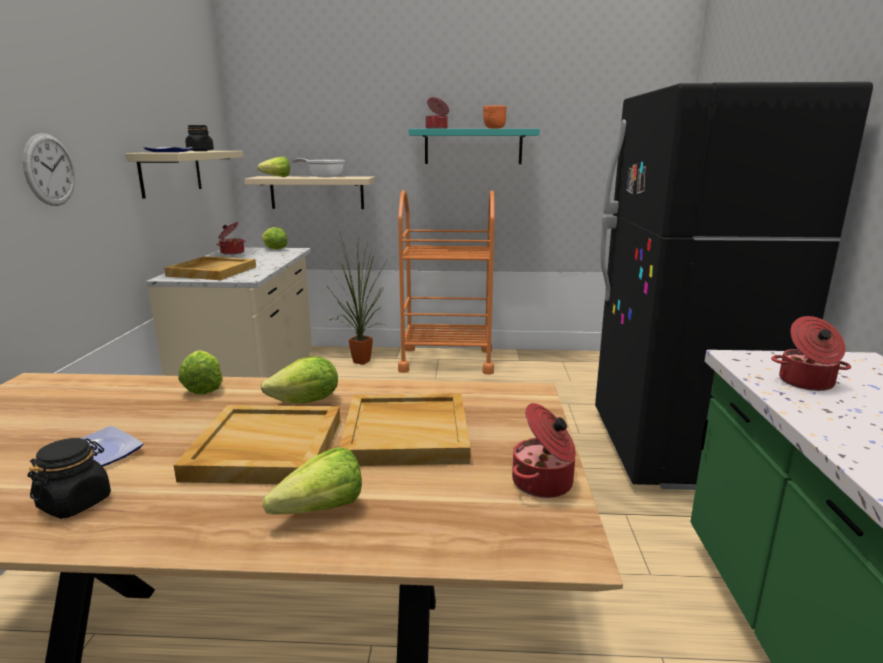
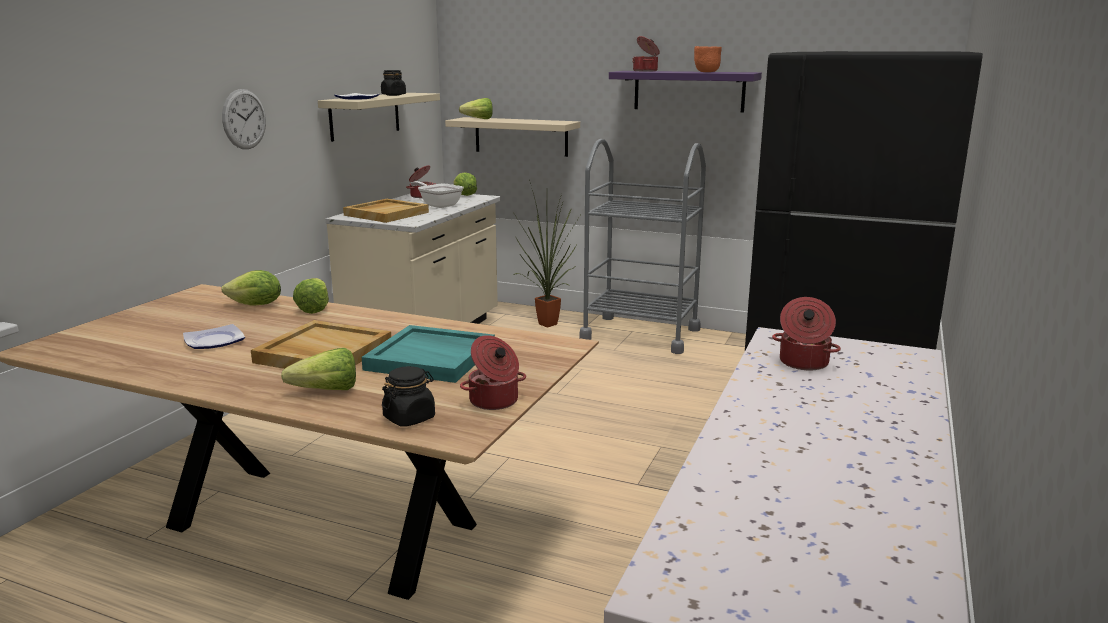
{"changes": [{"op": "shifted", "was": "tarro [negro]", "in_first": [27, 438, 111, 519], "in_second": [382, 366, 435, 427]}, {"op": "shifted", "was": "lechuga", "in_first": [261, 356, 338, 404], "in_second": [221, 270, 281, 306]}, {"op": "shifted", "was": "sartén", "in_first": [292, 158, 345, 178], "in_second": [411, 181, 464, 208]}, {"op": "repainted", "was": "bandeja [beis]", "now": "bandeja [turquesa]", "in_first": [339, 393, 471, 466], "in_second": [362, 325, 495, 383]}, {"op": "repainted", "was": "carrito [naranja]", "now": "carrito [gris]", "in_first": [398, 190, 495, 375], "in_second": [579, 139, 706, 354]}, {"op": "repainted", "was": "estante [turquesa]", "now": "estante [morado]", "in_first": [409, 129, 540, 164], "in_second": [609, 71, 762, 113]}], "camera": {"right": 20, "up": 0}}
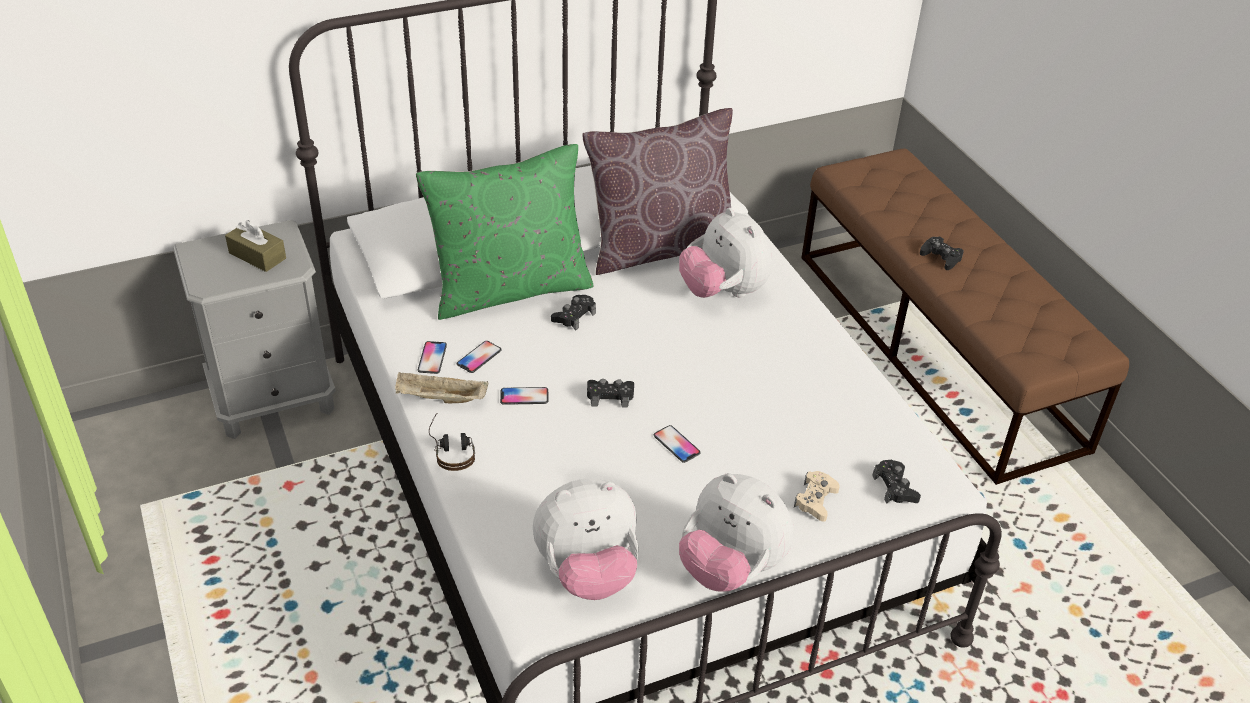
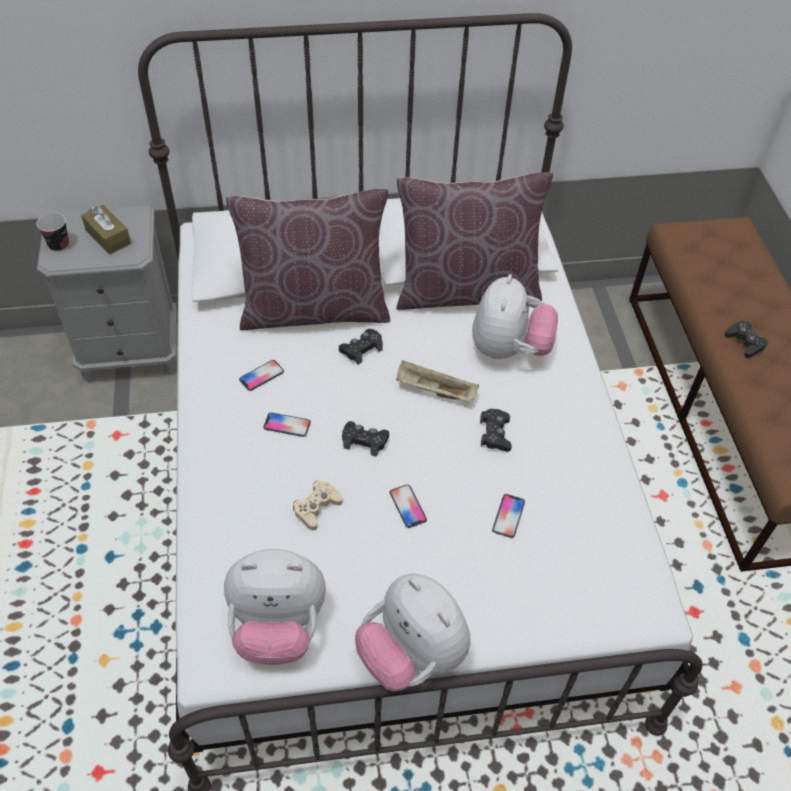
{"changes": [{"op": "gone", "was": "auriculares", "in_first": [429, 413, 475, 471]}, {"op": "new", "now": "taza", "in_second": [37, 212, 69, 252]}, {"op": "shifted", "was": "bandeja [beis]", "in_first": [395, 372, 488, 404], "in_second": [396, 360, 479, 401]}, {"op": "shifted", "was": "móvil", "in_first": [418, 341, 447, 374], "in_second": [492, 494, 525, 538]}, {"op": "shifted", "was": "mando de consola [beis]", "in_first": [794, 471, 840, 522], "in_second": [293, 480, 342, 530]}, {"op": "shifted", "was": "mando de consola [negro]", "in_first": [872, 460, 921, 504], "in_second": [480, 409, 512, 452]}, {"op": "repainted", "was": "cojín [verde]", "now": "cojín [marrón]", "in_first": [416, 144, 594, 320], "in_second": [226, 189, 390, 330]}, {"op": "rotated", "was": "peluche", "in_first": [679, 208, 772, 298], "in_second": [472, 274, 558, 359], "clockwise": -150}], "camera": {"right": 15, "up": 10}}
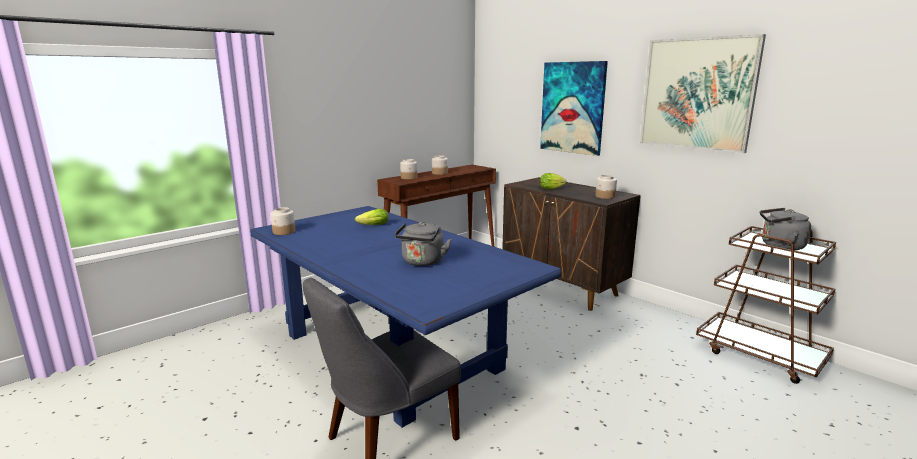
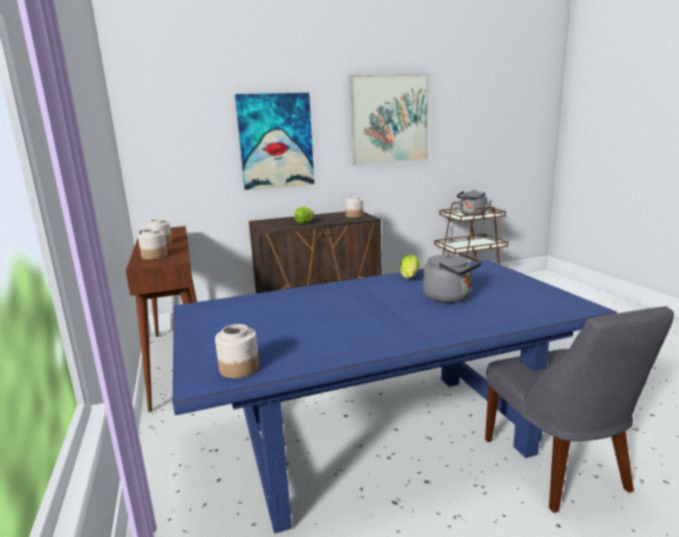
{"changes": [{"op": "shifted", "was": "lechuga", "in_first": [355, 209, 389, 225], "in_second": [400, 254, 420, 278]}], "camera": {"right": -65, "up": 0}}
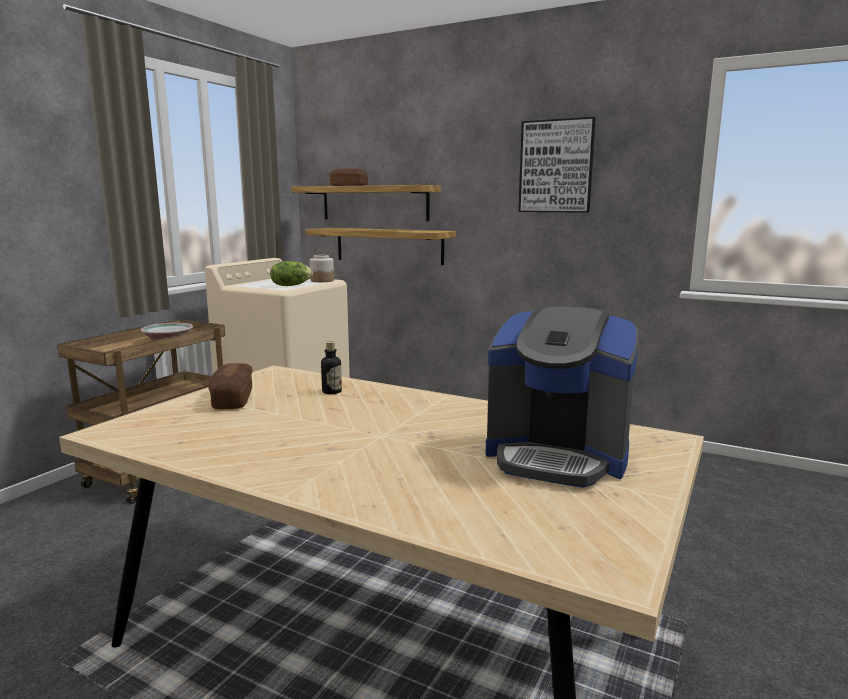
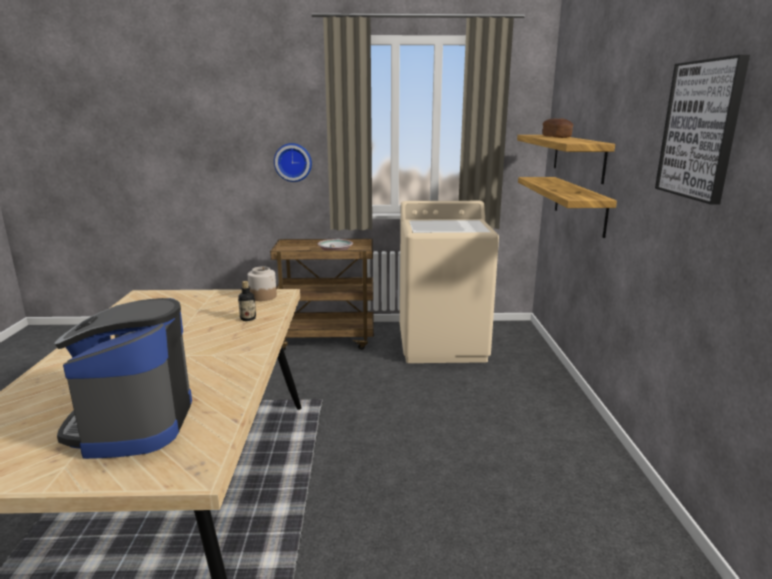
{"changes": [{"op": "gone", "was": "pan", "in_first": [208, 363, 253, 409]}, {"op": "gone", "was": "lechuga", "in_first": [270, 261, 313, 286]}, {"op": "new", "now": "reloj de pared", "in_second": [274, 143, 312, 182]}, {"op": "shifted", "was": "tarro", "in_first": [310, 255, 334, 282], "in_second": [248, 266, 277, 301]}], "camera": {"right": 60, "up": 5}}
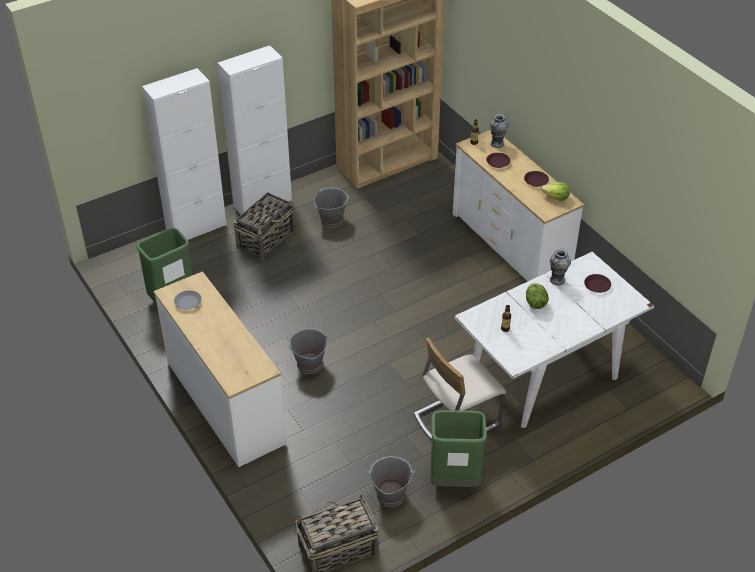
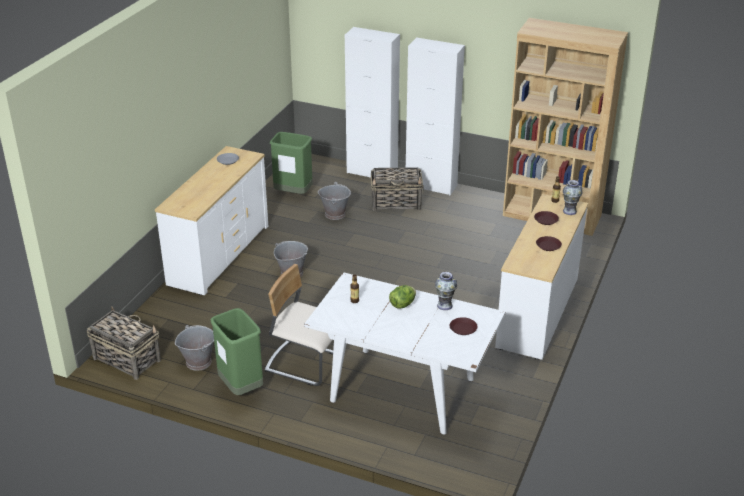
{"changes": [{"op": "gone", "was": "lechuga", "in_first": [541, 182, 570, 201]}, {"op": "shifted", "was": "cubo [gris]", "in_first": [314, 188, 349, 228], "in_second": [318, 182, 351, 220]}], "camera": {"right": 55, "up": -10}}
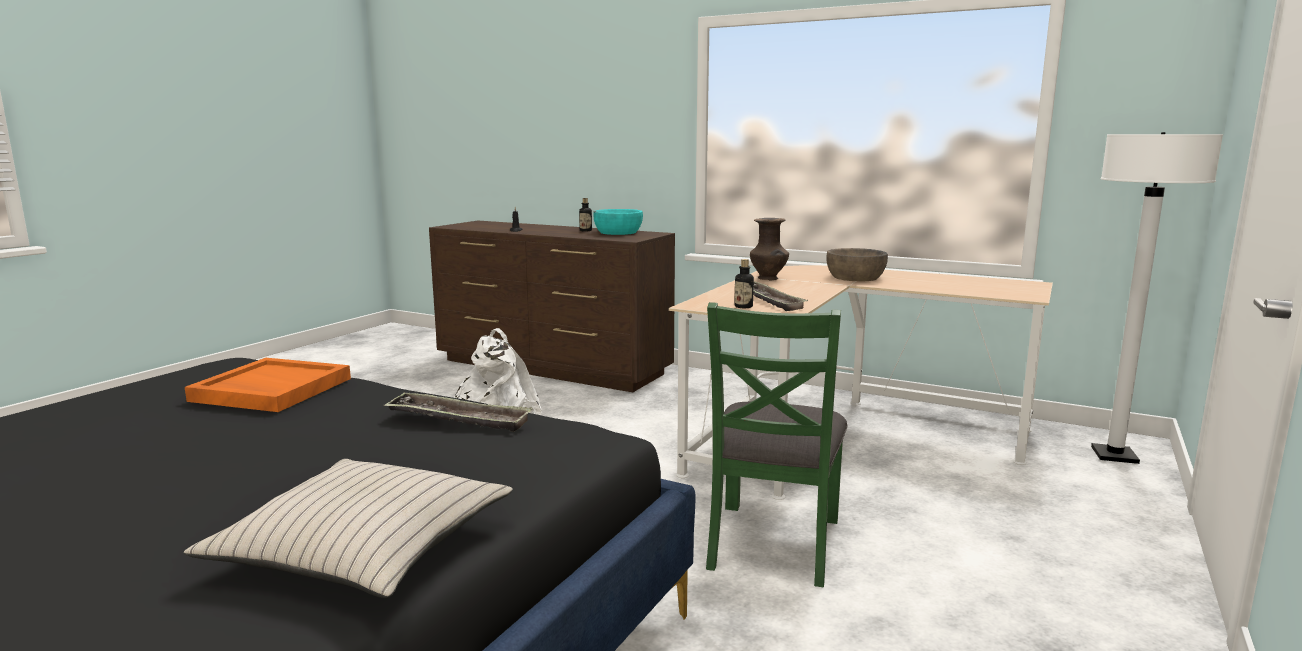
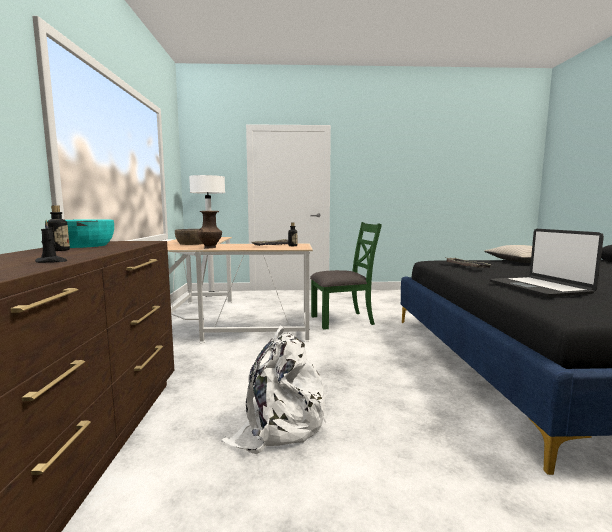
{"changes": [{"op": "swapped", "was": "bandeja [naranja]", "now": "portátil", "in_first": [185, 358, 351, 412], "in_second": [490, 229, 604, 297]}], "camera": {"right": -120, "up": -5}}
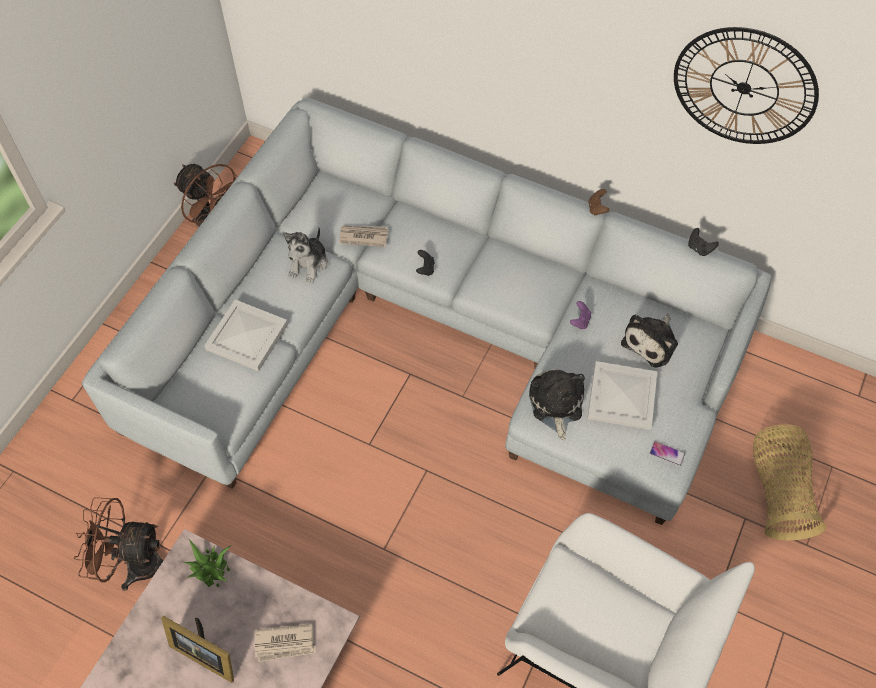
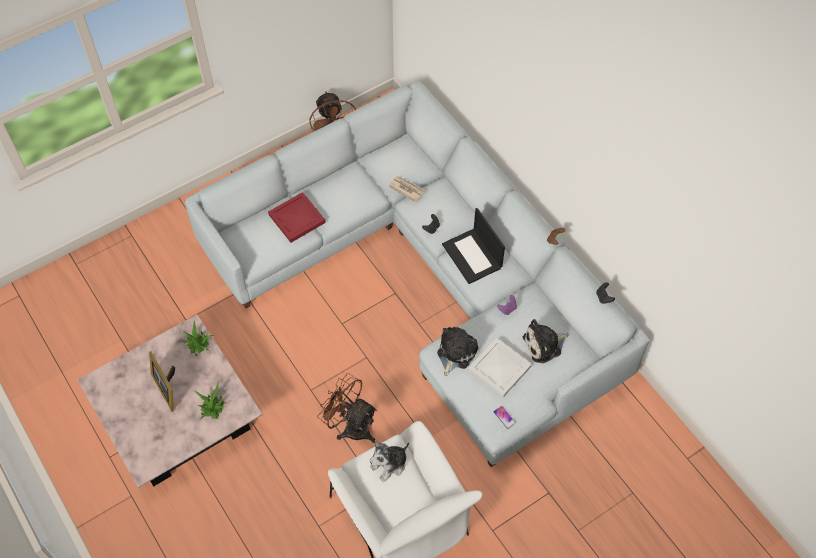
{"changes": [{"op": "gone", "was": "reloj de pared", "in_first": [674, 27, 819, 144]}, {"op": "gone", "was": "cesta", "in_first": [753, 424, 826, 540]}, {"op": "new", "now": "portátil", "in_second": [442, 208, 505, 284]}, {"op": "shifted", "was": "ventilador [marrón]", "in_first": [74, 497, 164, 591], "in_second": [317, 373, 377, 443]}, {"op": "shifted", "was": "peluche", "in_first": [283, 228, 328, 283], "in_second": [370, 440, 409, 482]}, {"op": "swapped", "was": "periódico", "now": "planta en maceta", "in_first": [255, 624, 316, 662], "in_second": [195, 381, 225, 420]}, {"op": "repainted", "was": "bandeja [blanco]", "now": "bandeja [rojo]", "in_first": [204, 300, 288, 371], "in_second": [268, 192, 326, 243]}], "camera": {"right": 30, "up": 0}}
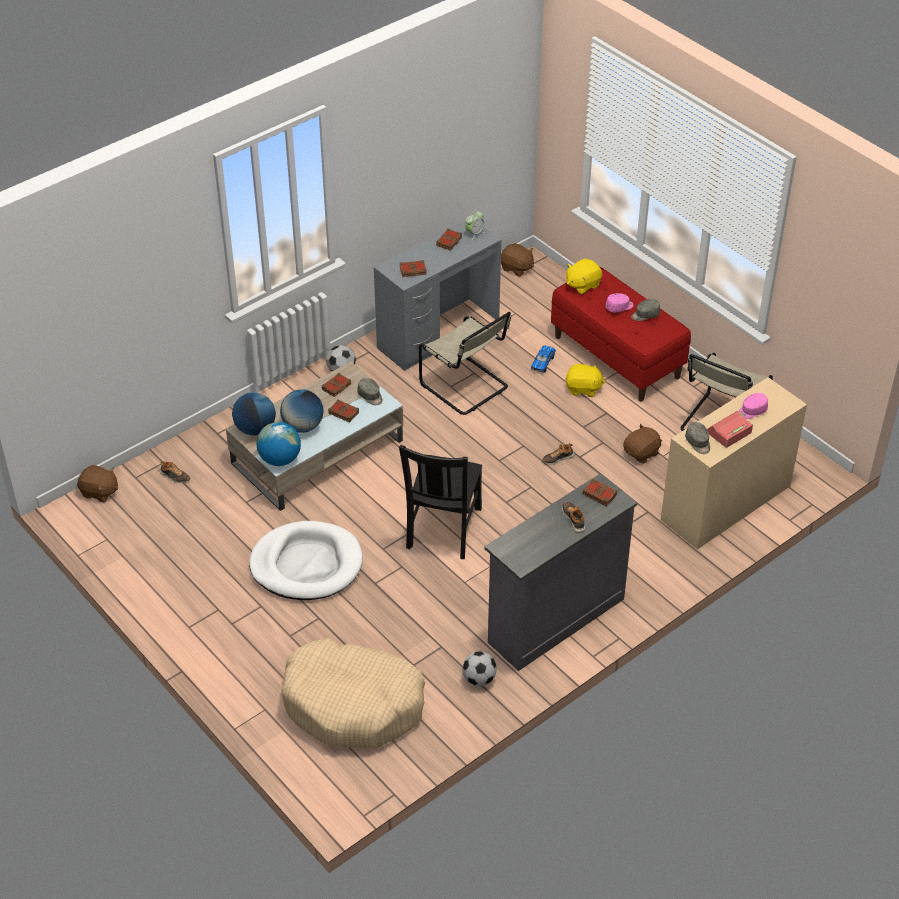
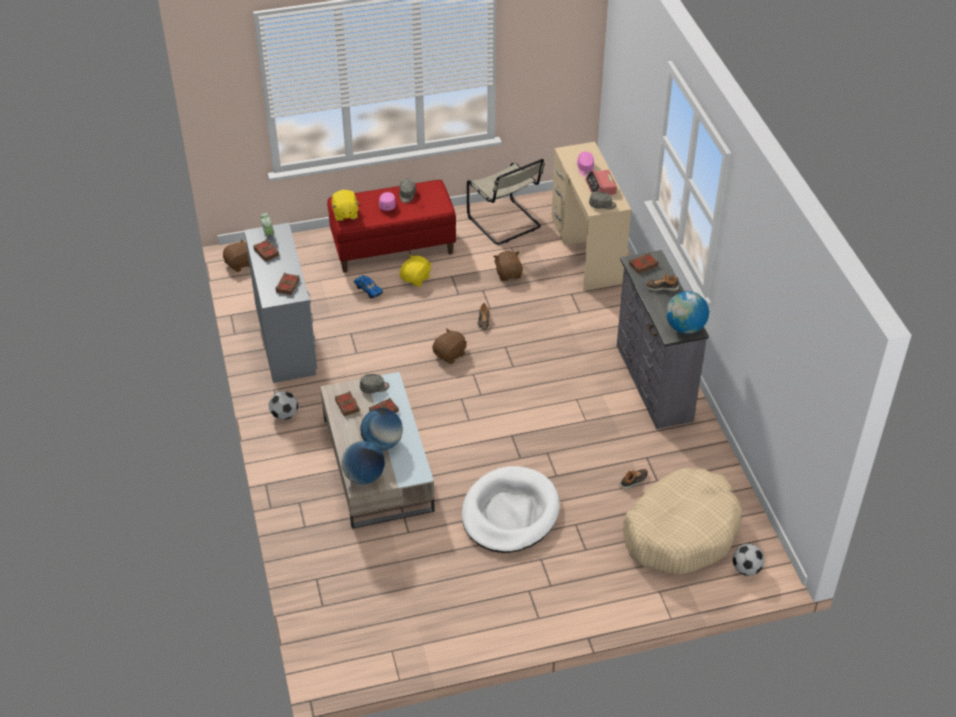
{"changes": [{"op": "gone", "was": "silla [negro]", "in_first": [399, 445, 482, 559]}, {"op": "gone", "was": "silla [beis]", "in_first": [419, 312, 511, 415]}, {"op": "shifted", "was": "peluche [marrón]", "in_first": [77, 465, 118, 503], "in_second": [432, 328, 467, 364]}, {"op": "shifted", "was": "zapato", "in_first": [160, 461, 190, 483], "in_second": [619, 469, 648, 489]}, {"op": "shifted", "was": "globo terráqueo", "in_first": [256, 422, 301, 466], "in_second": [666, 291, 709, 334]}, {"op": "shifted", "was": "balón de fútbol", "in_first": [462, 651, 497, 686], "in_second": [733, 544, 765, 576]}], "camera": {"right": -65, "up": 0}}
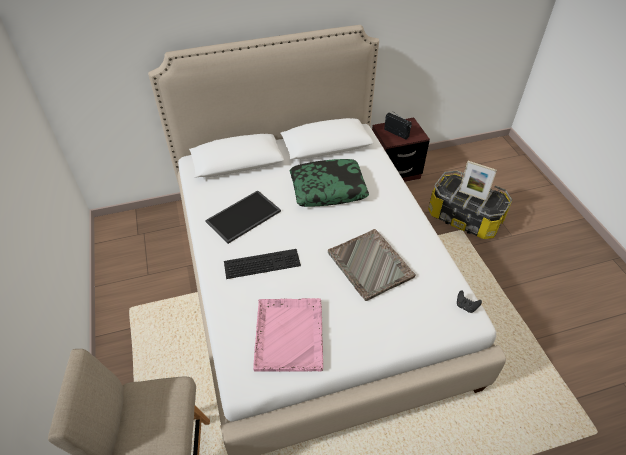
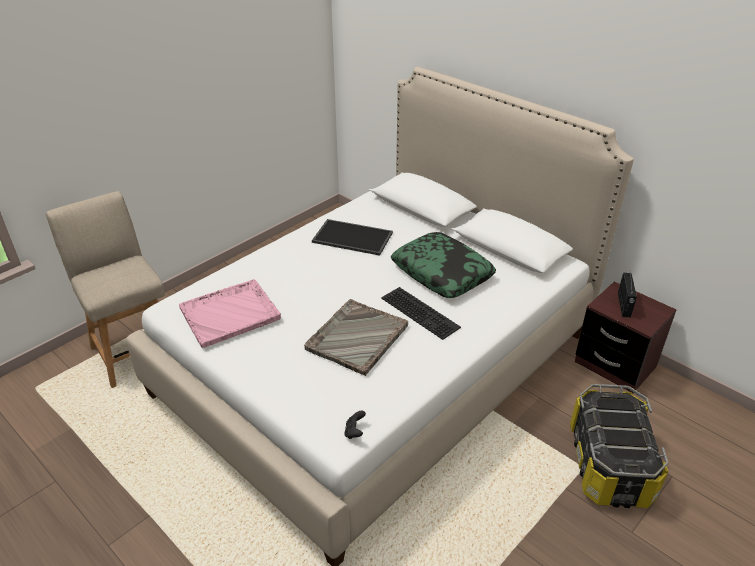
{"changes": [{"op": "gone", "was": "portarretratos", "in_first": [459, 161, 497, 201]}, {"op": "shifted", "was": "teclado", "in_first": [224, 249, 301, 279], "in_second": [381, 287, 461, 340]}], "camera": {"right": 60, "up": -10}}
